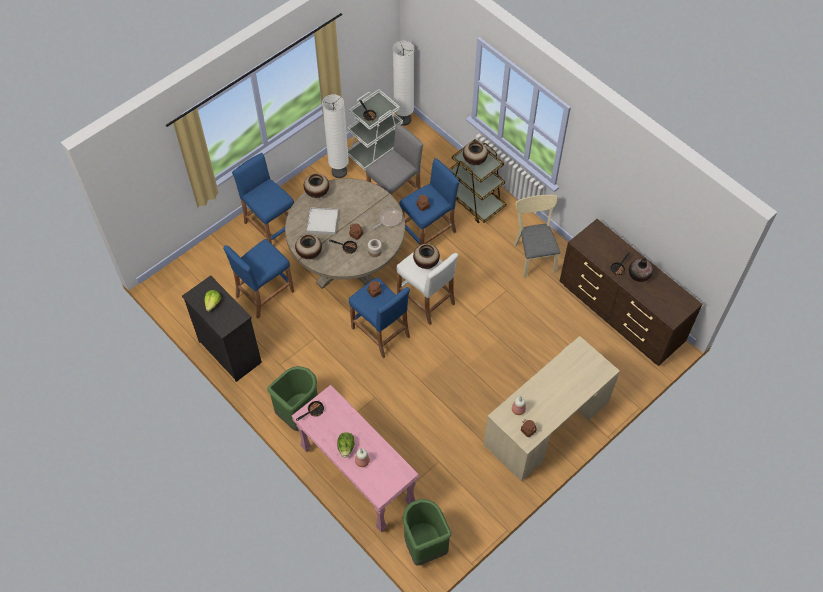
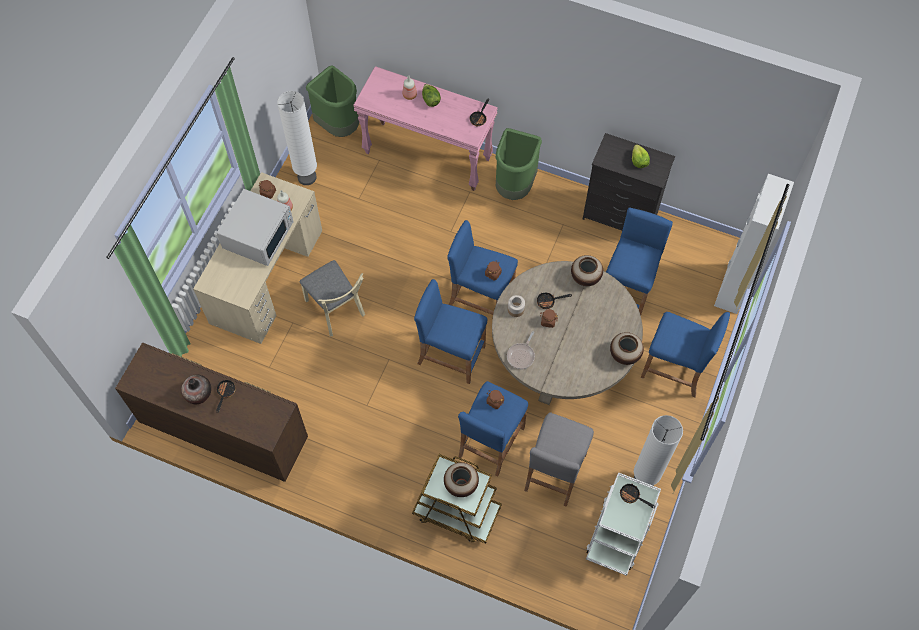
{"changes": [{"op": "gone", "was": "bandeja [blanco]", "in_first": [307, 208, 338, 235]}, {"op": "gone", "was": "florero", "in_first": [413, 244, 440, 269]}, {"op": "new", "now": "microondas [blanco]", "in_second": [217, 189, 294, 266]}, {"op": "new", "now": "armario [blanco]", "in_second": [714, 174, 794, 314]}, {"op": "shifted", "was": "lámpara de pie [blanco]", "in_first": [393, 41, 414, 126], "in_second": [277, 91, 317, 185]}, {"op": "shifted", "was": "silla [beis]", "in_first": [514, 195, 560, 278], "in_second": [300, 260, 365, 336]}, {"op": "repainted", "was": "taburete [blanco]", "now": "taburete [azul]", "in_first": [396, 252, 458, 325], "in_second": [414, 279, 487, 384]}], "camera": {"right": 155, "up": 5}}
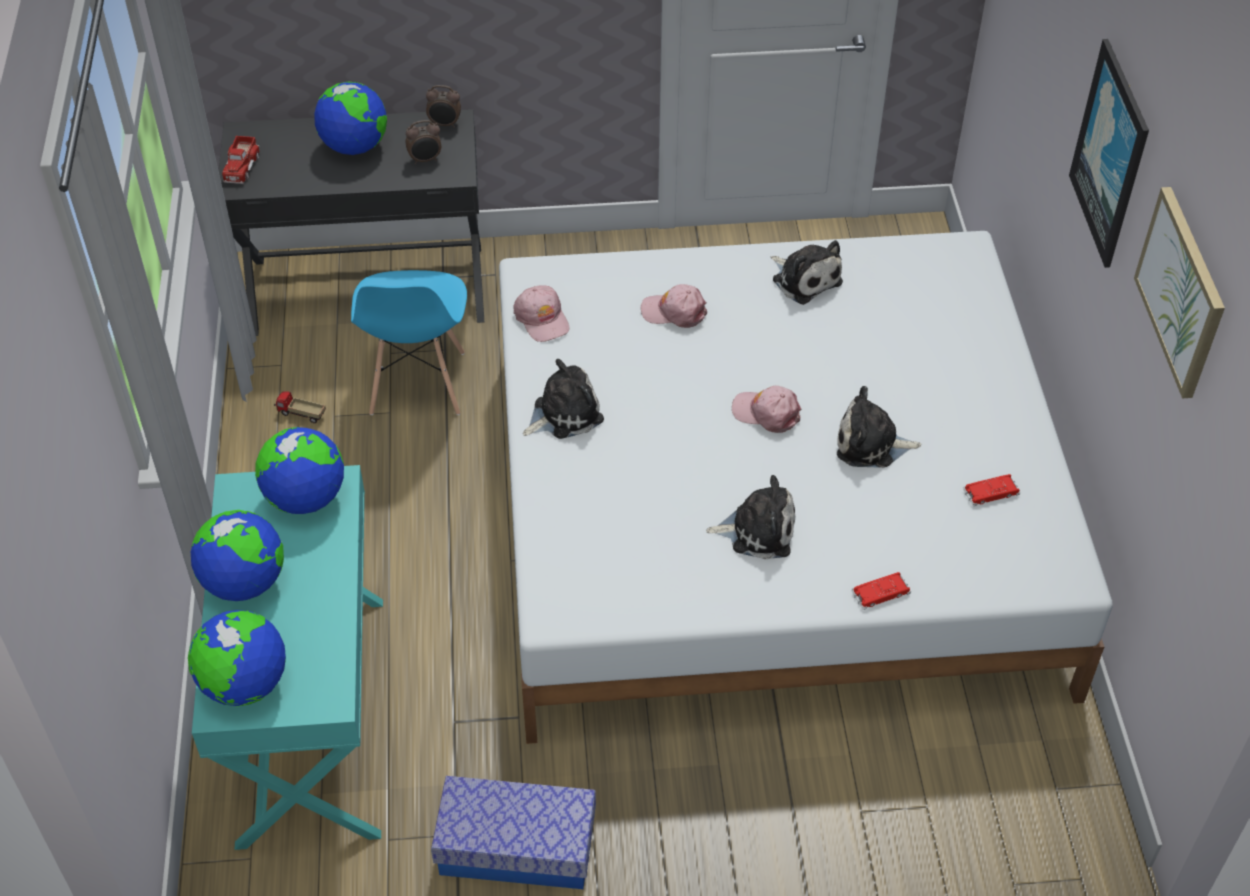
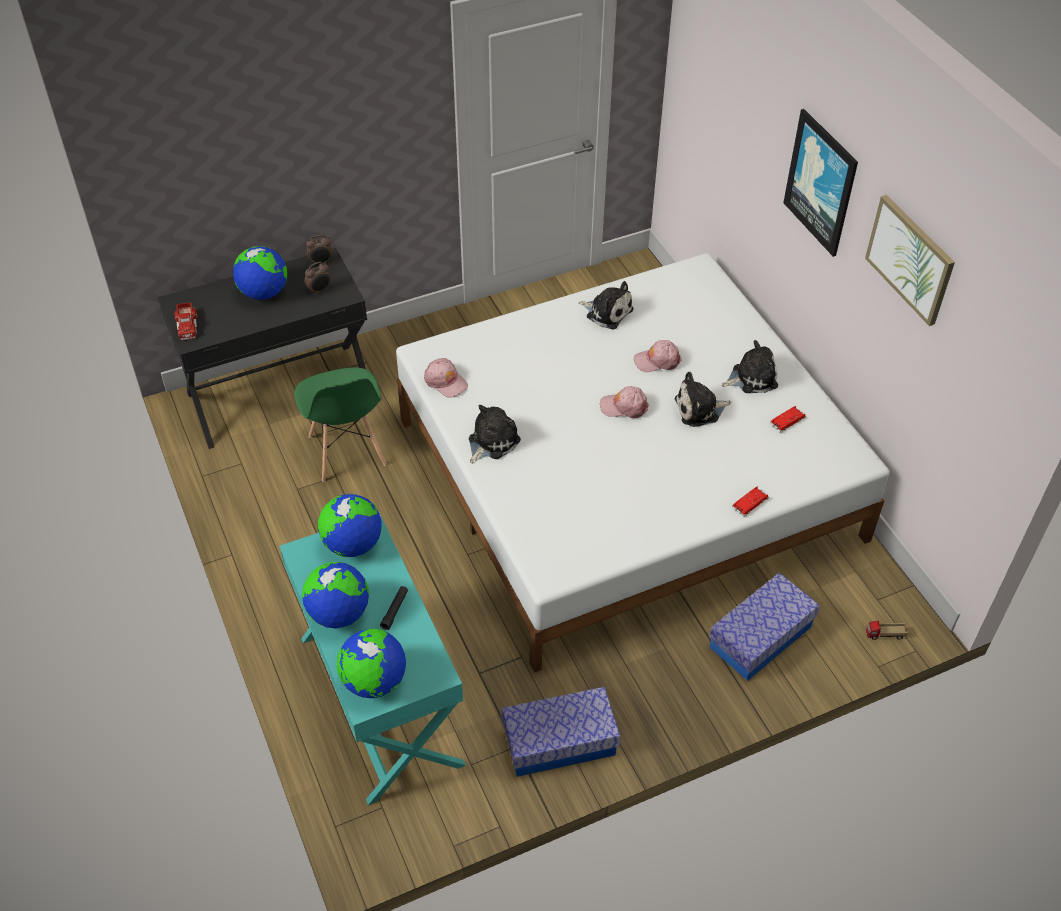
{"changes": [{"op": "new", "now": "linterna [negro]", "in_second": [380, 586, 408, 630]}, {"op": "new", "now": "caja de almacenaje", "in_second": [709, 573, 820, 681]}, {"op": "shifted", "was": "camión de juguete", "in_first": [274, 391, 326, 423], "in_second": [866, 621, 908, 640]}, {"op": "shifted", "was": "gorra [rosa]", "in_first": [641, 284, 707, 328], "in_second": [634, 340, 682, 372]}, {"op": "shifted", "was": "peluche", "in_first": [706, 475, 795, 560], "in_second": [722, 340, 778, 393]}, {"op": "repainted", "was": "silla [azul]", "now": "silla [verde]", "in_first": [351, 270, 467, 415], "in_second": [294, 367, 386, 482]}], "camera": {"right": -20, "up": 0}}
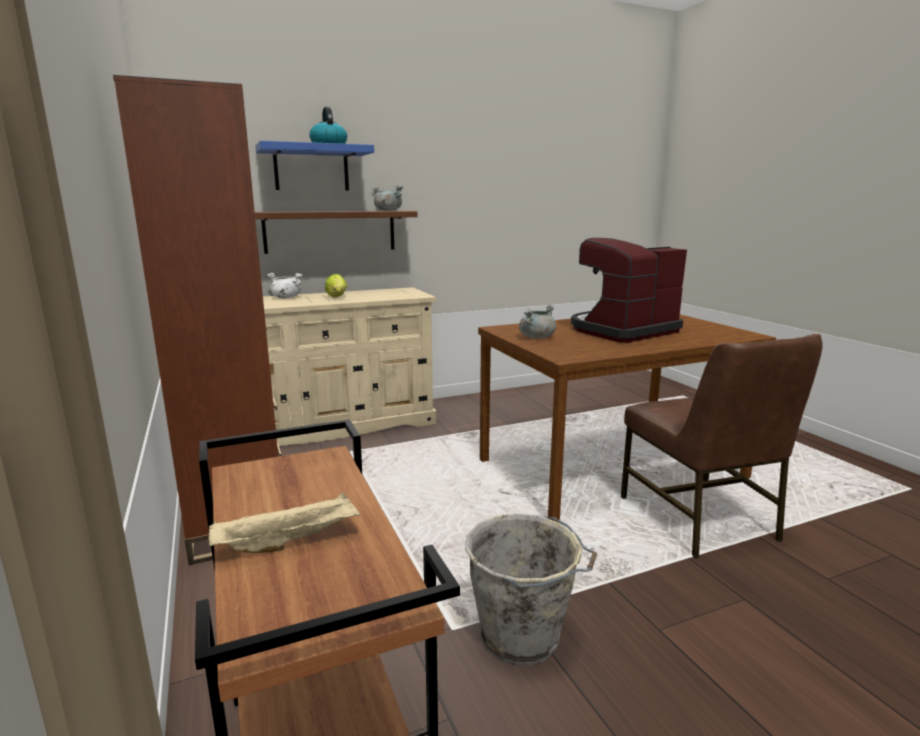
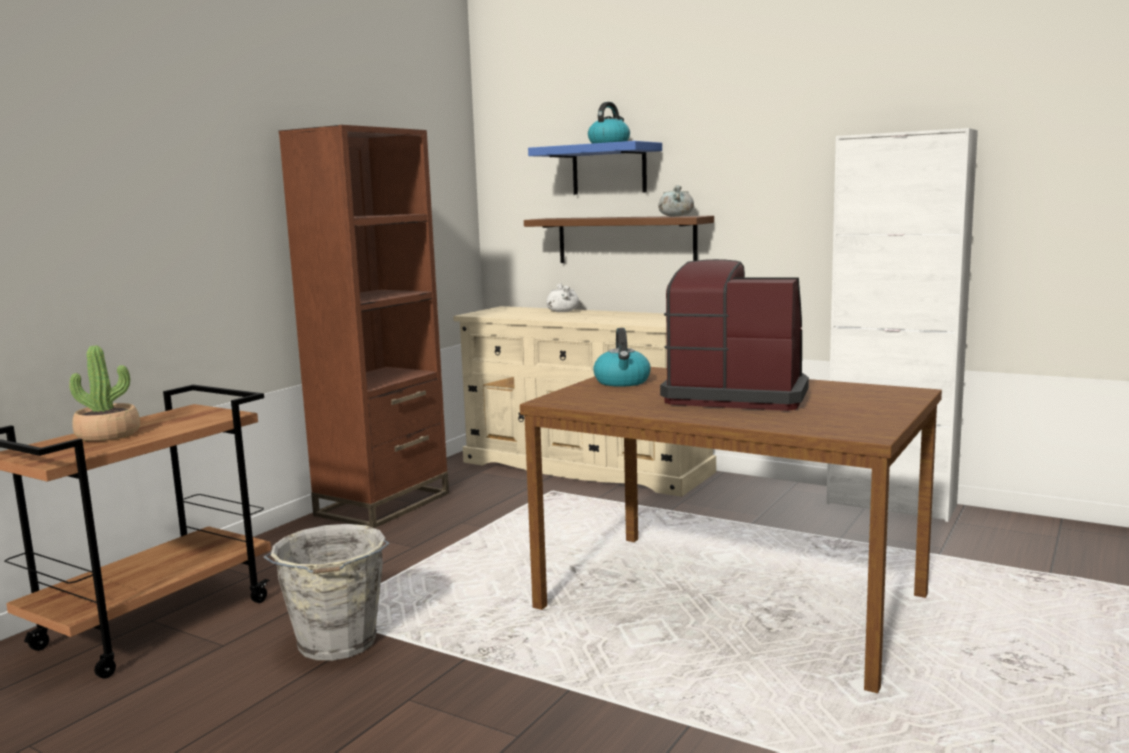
{"changes": [{"op": "gone", "was": "lechuga", "in_first": [325, 274, 347, 297]}, {"op": "gone", "was": "silla [marrón]", "in_first": [621, 334, 823, 559]}, {"op": "new", "now": "armario [blanco]", "in_second": [826, 128, 978, 522]}, {"op": "swapped", "was": "bandeja [beis]", "now": "planta en maceta", "in_first": [208, 493, 361, 553], "in_second": [69, 346, 140, 441]}, {"op": "swapped", "was": "olla [gris]", "now": "hervidor", "in_first": [519, 305, 556, 338], "in_second": [593, 328, 651, 387]}], "camera": {"right": 55, "up": -5}}
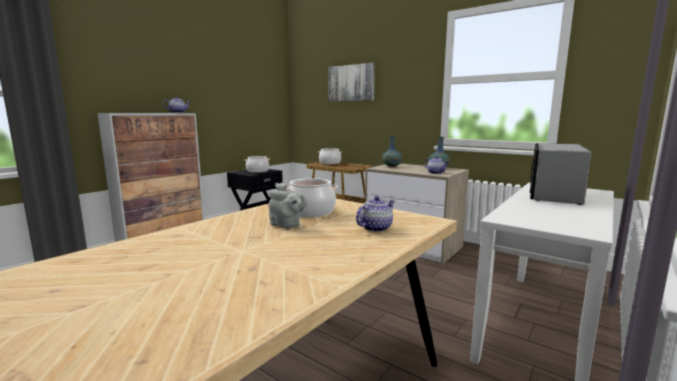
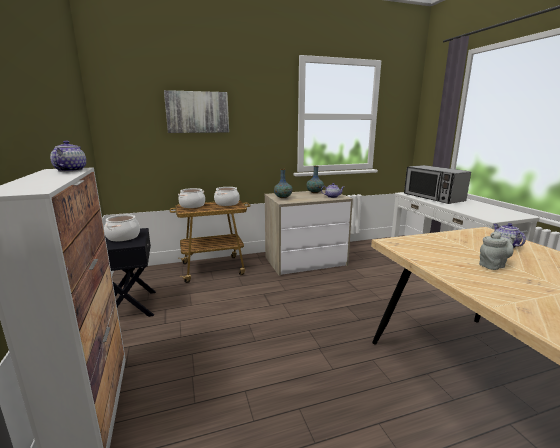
{"changes": [{"op": "shifted", "was": "olla", "in_first": [287, 178, 338, 218], "in_second": [214, 187, 240, 206]}], "camera": {"right": -55, "up": 5}}
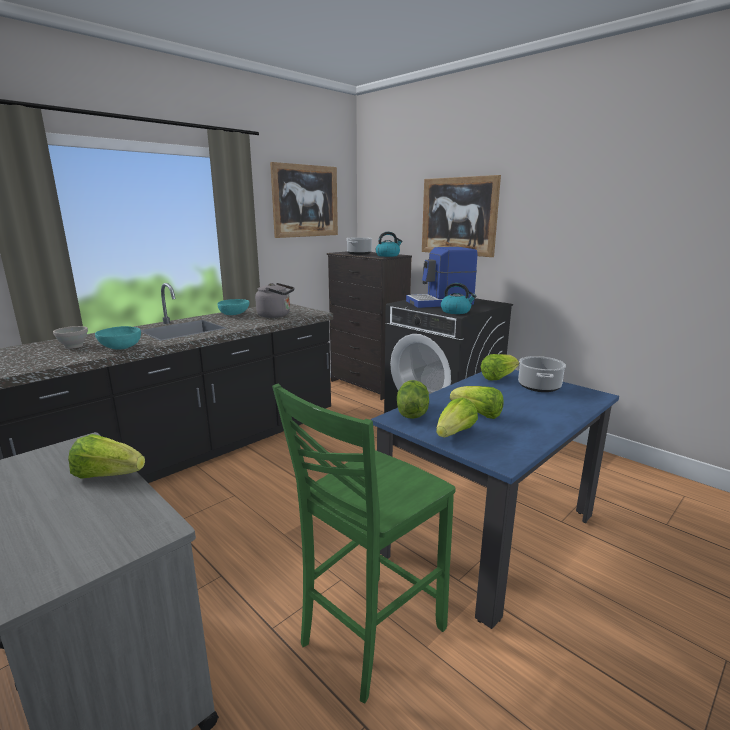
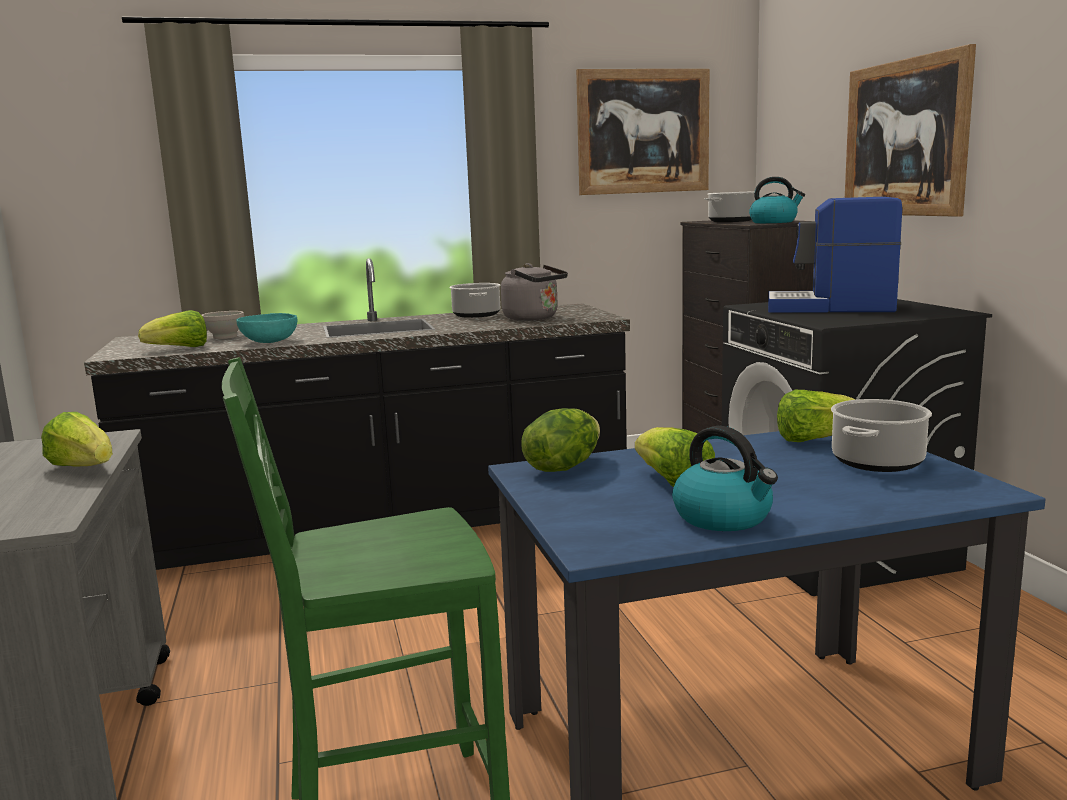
{"changes": [{"op": "shifted", "was": "lechuga", "in_first": [436, 398, 478, 437], "in_second": [138, 310, 207, 347]}, {"op": "shifted", "was": "hervidor", "in_first": [441, 283, 477, 314], "in_second": [672, 426, 778, 531]}, {"op": "swapped", "was": "cuenco [turquesa]", "now": "olla", "in_first": [217, 299, 249, 315], "in_second": [450, 283, 501, 318]}], "camera": {"right": 30, "up": -5}}
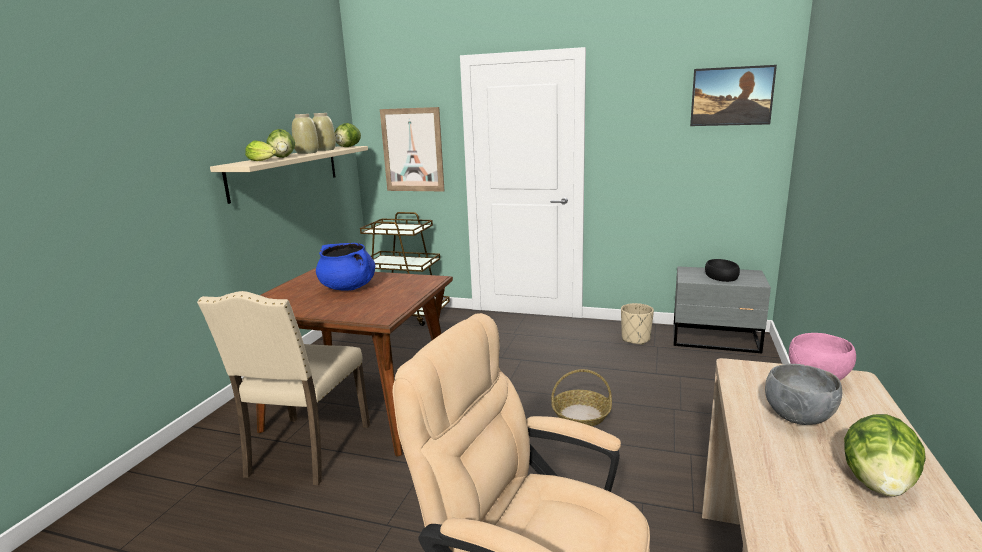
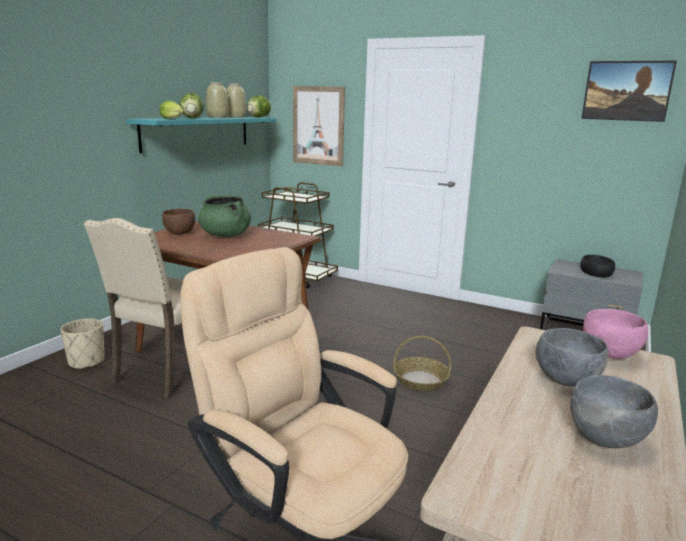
{"changes": [{"op": "new", "now": "cuenco [marrón]", "in_second": [162, 209, 195, 235]}, {"op": "shifted", "was": "maceta [beis]", "in_first": [621, 303, 654, 345], "in_second": [61, 319, 105, 370]}, {"op": "swapped", "was": "lechuga", "now": "cuenco [gris]", "in_first": [844, 414, 926, 497], "in_second": [570, 375, 658, 448]}, {"op": "repainted", "was": "estante [beis]", "now": "estante [turquesa]", "in_first": [210, 146, 368, 204], "in_second": [126, 117, 277, 153]}, {"op": "repainted", "was": "olla [azul]", "now": "olla [verde]", "in_first": [316, 243, 375, 291], "in_second": [198, 195, 251, 237]}], "camera": {"right": 10, "up": 0}}
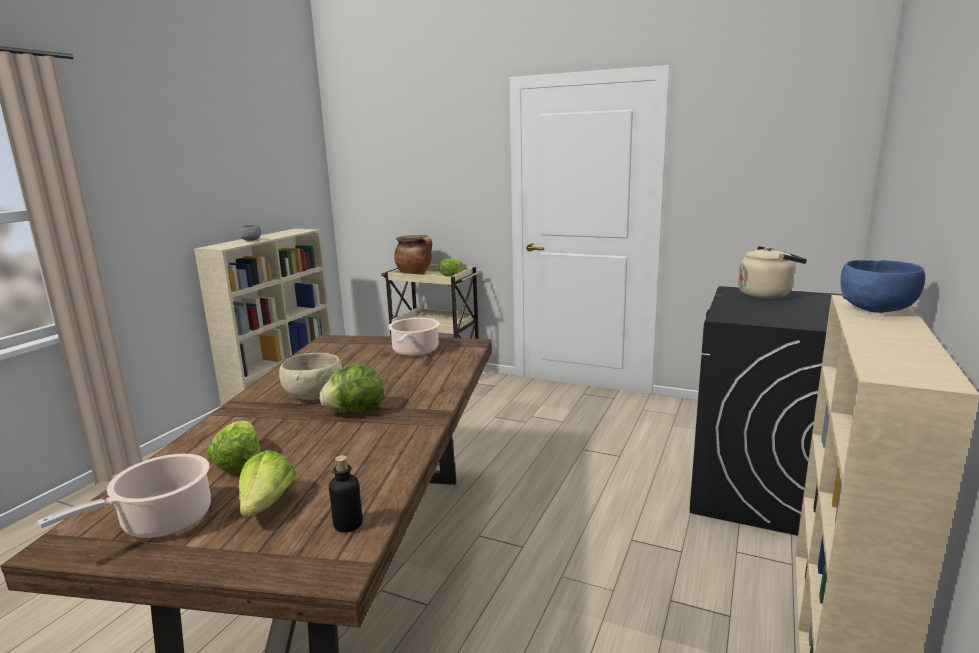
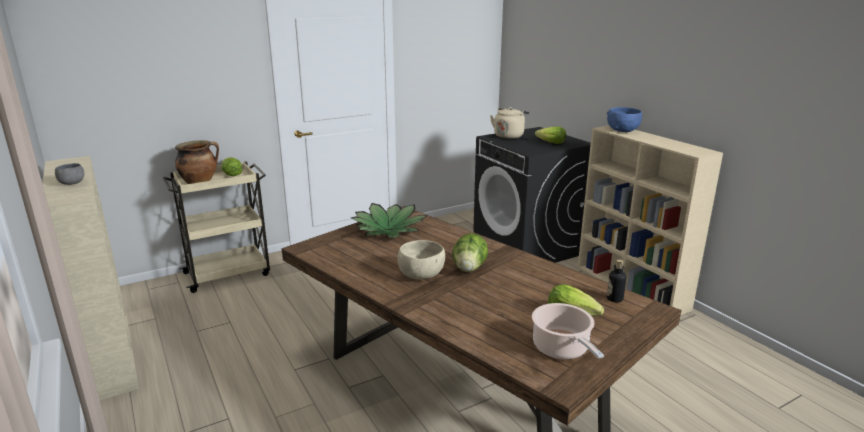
{"changes": [{"op": "shifted", "was": "lechuga", "in_first": [207, 420, 260, 473], "in_second": [535, 127, 566, 144]}, {"op": "swapped", "was": "olla", "now": "planta en maceta", "in_first": [388, 318, 440, 356], "in_second": [352, 203, 428, 239]}], "camera": {"right": -55, "up": 5}}
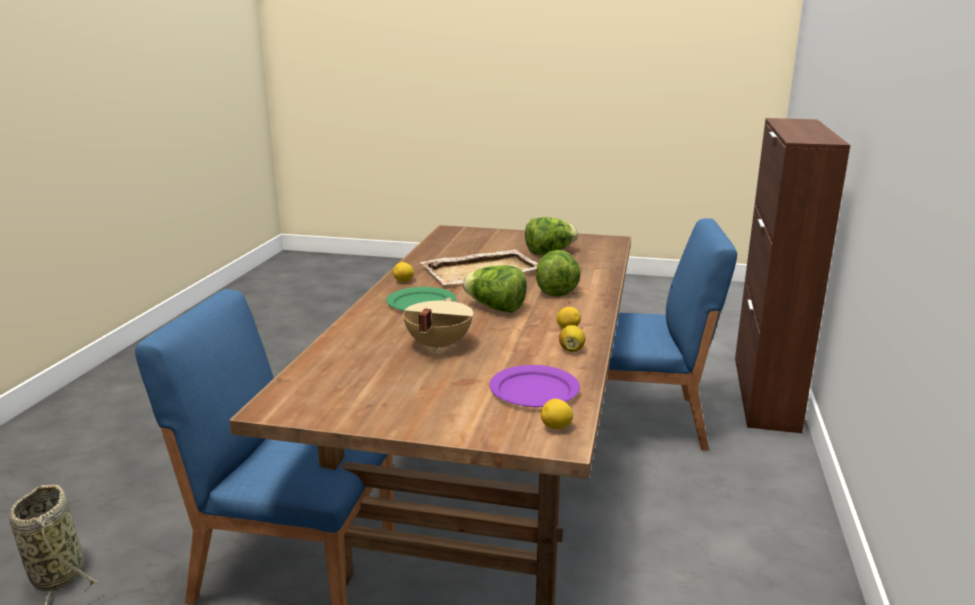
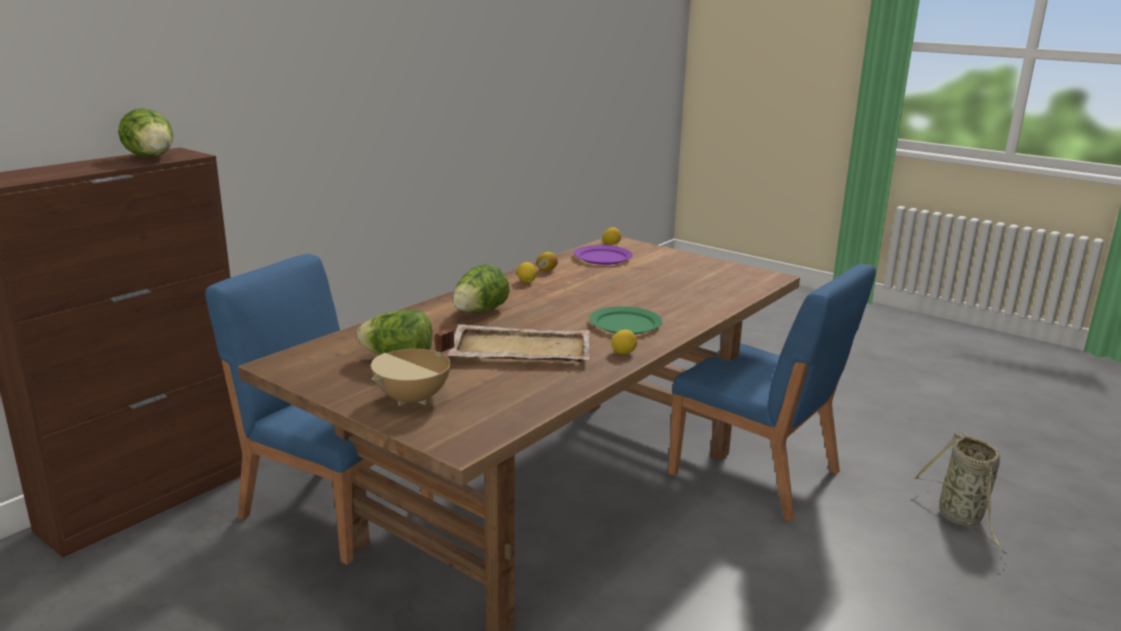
{"changes": [{"op": "shifted", "was": "olla [beis]", "in_first": [403, 298, 473, 352], "in_second": [371, 328, 454, 406]}, {"op": "shifted", "was": "lechuga", "in_first": [463, 265, 527, 313], "in_second": [118, 108, 173, 158]}], "camera": {"right": -155, "up": 0}}
